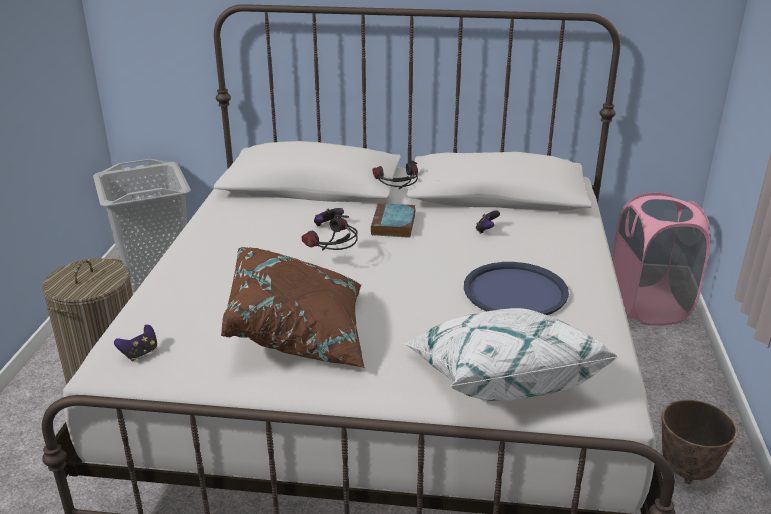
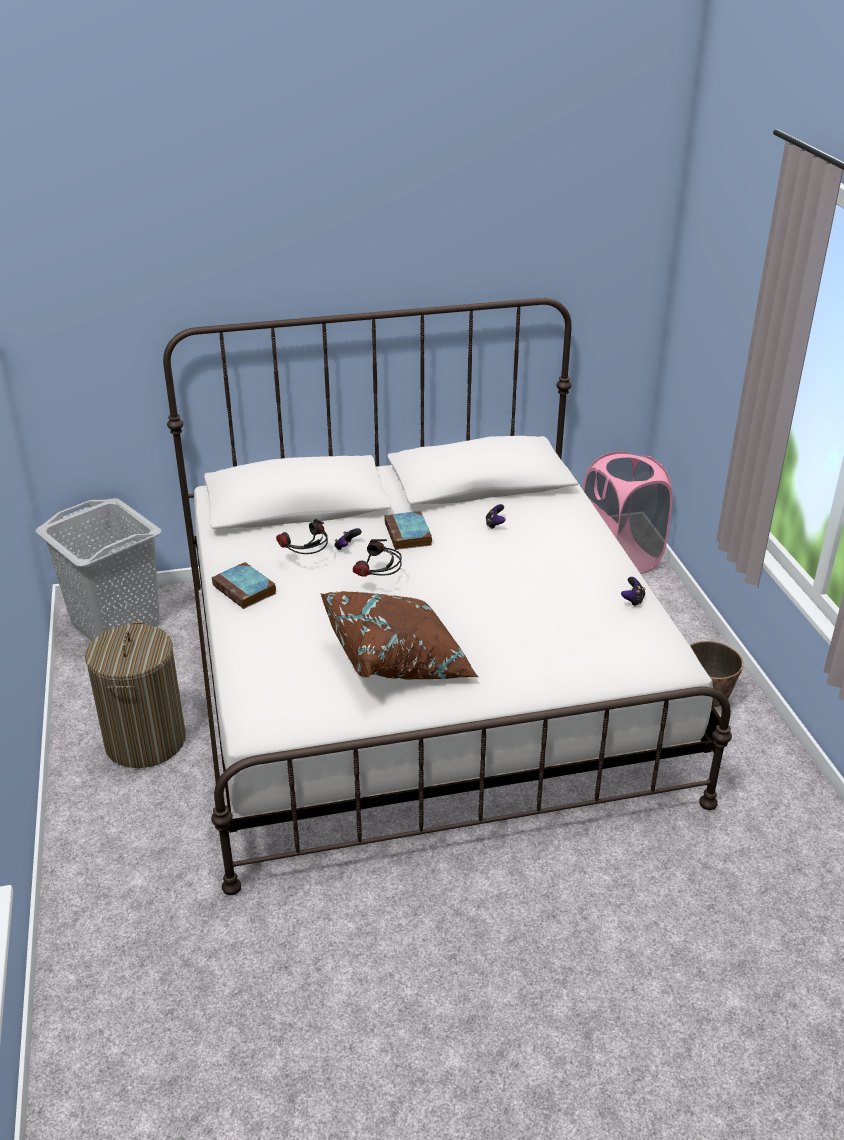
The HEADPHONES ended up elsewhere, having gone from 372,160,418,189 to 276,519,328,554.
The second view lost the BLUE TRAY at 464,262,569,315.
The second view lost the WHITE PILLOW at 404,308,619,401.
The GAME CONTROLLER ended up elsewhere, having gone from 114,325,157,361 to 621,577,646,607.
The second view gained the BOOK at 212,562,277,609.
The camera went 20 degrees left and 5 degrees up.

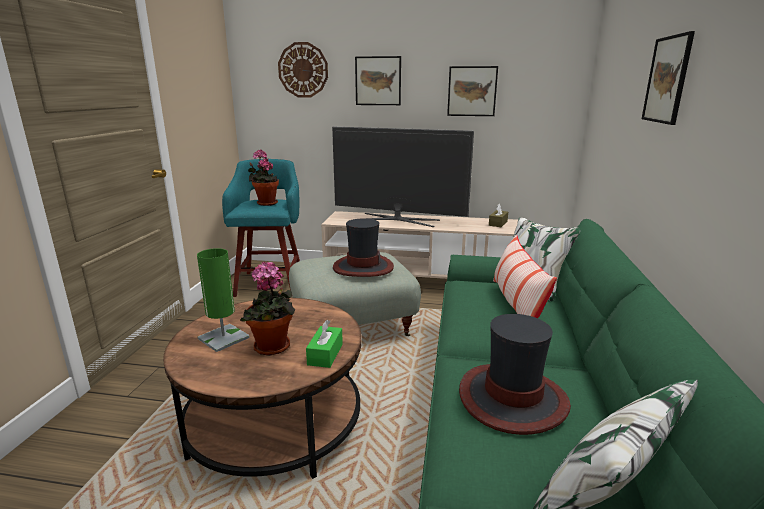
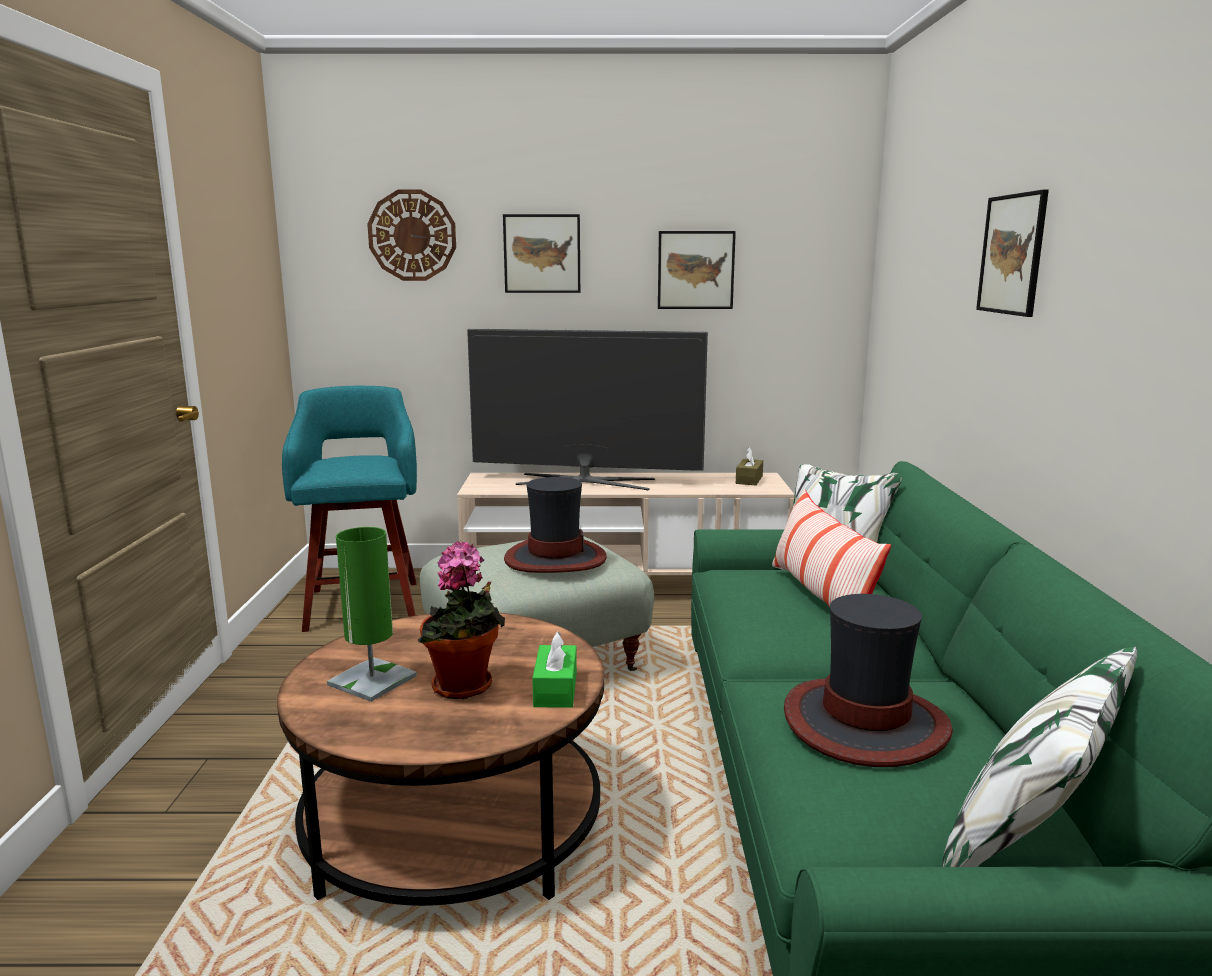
The second view lost the POTTED PLANT at 248,149,279,206.
The camera went 10 degrees left and 5 degrees down.

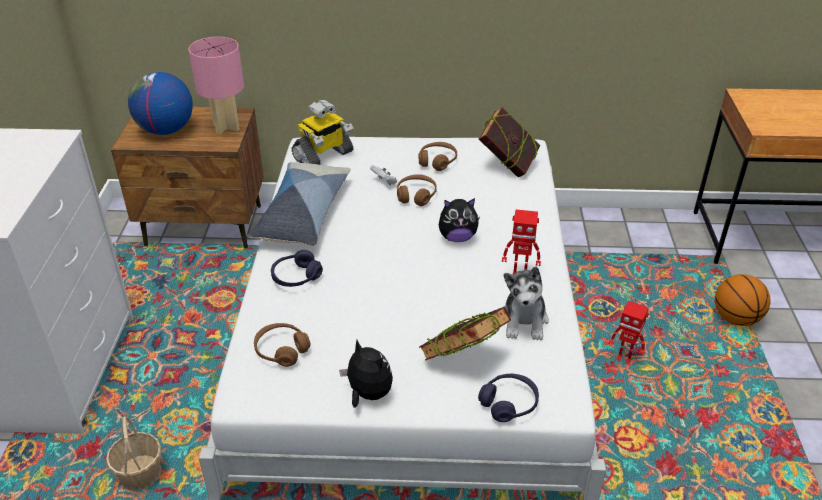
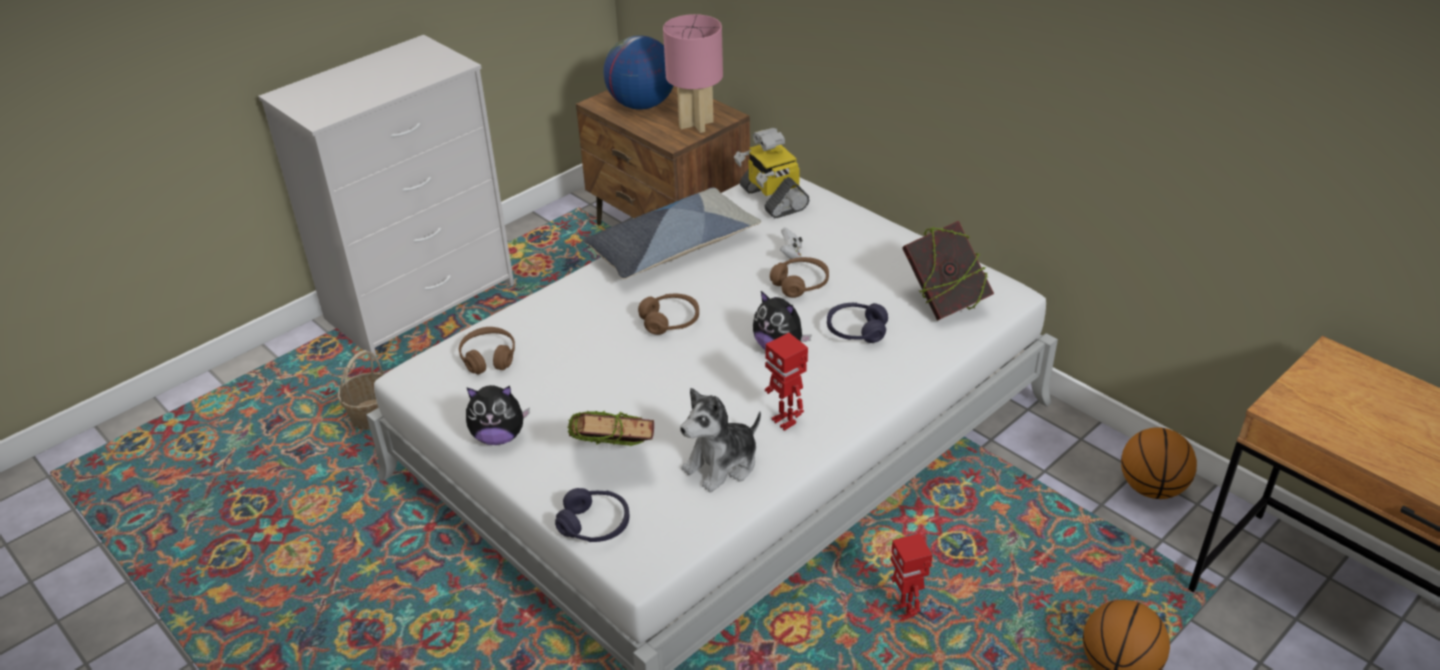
The TOY ROBOT at 291,100,354,165 ended up facing another way, 60 degrees clockwise from before.
The BROWN HEADPHONES ended up elsewhere, having gone from 419,142,457,171 to 638,294,699,335.
The PURPLE HEADPHONES ended up elsewhere, having gone from 271,250,323,287 to 827,302,888,343.
The PLUSH TOY at 339,340,393,408 ended up facing another way, 90 degrees clockwise from before.
The second view gained the BASKETBALL at 1121,427,1197,499.
The camera went 45 degrees right and 0 degrees up.

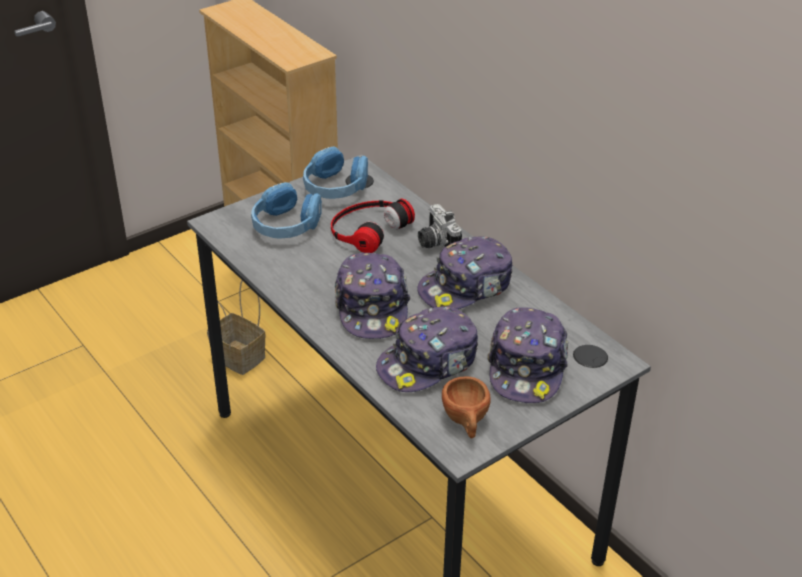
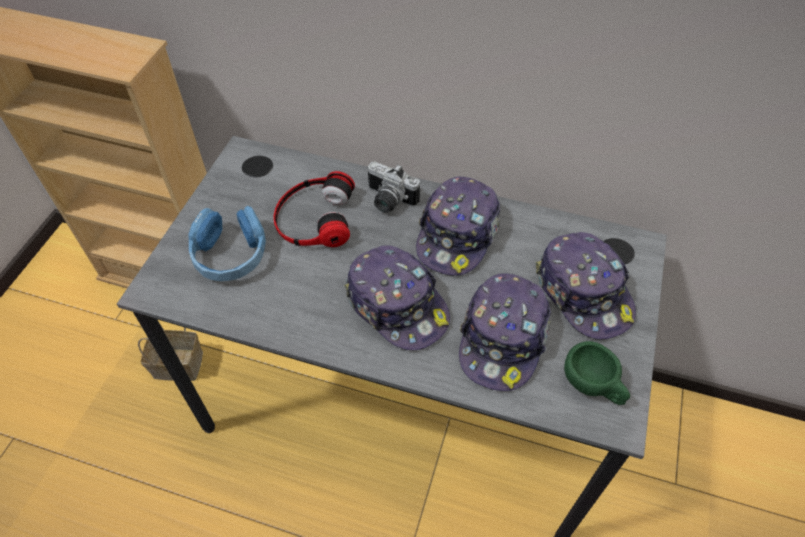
The second view lost the BLUE HEADPHONES at 303,146,368,199.
What was the BROWN CUP at 442,376,491,438 turned into the GREEN CUP at 564,341,630,405.
The camera went 35 degrees left and 15 degrees up.

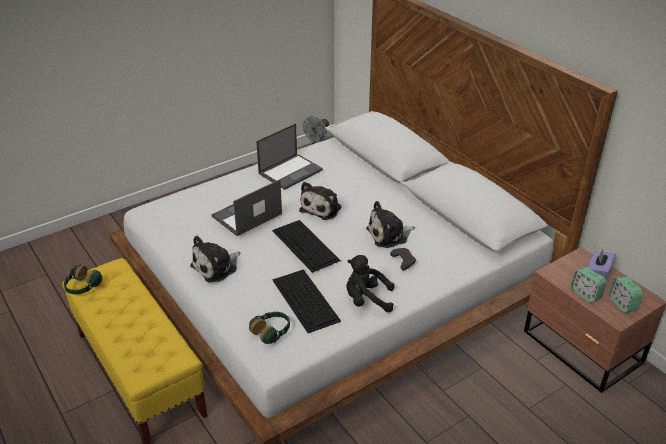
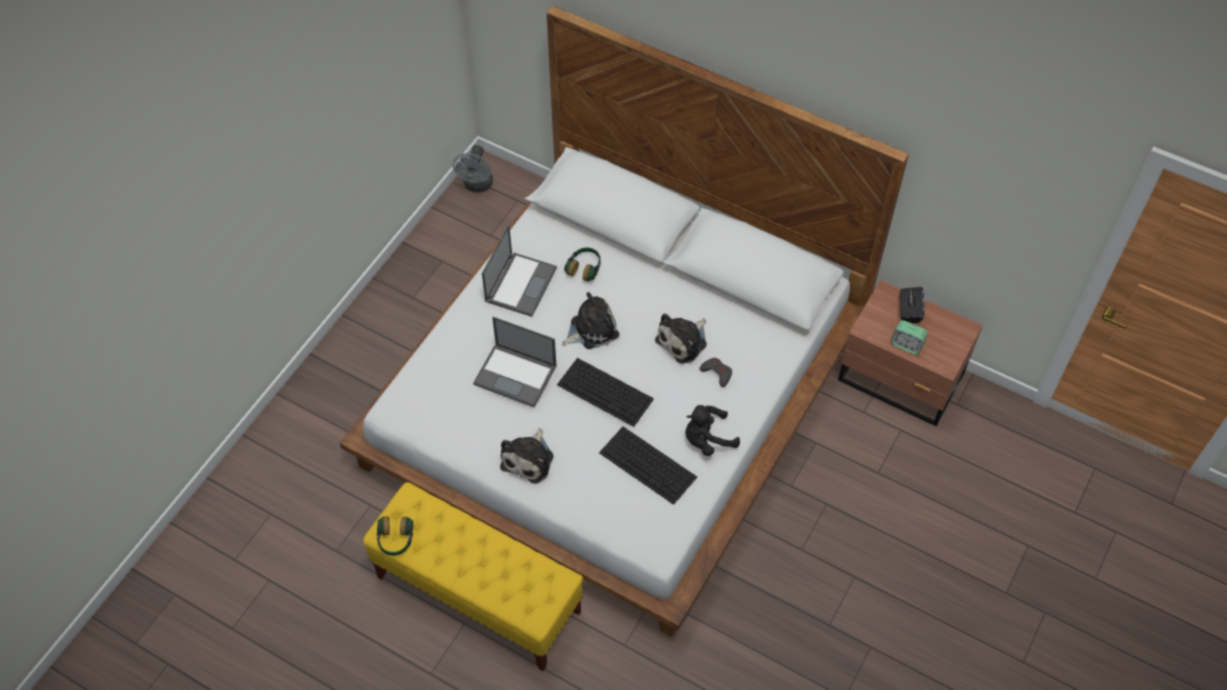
The LAPTOP at 211,179,282,236 ended up facing another way, 90 degrees counterclockwise from before.
The PLUSH TOY at 299,182,341,220 ended up facing another way, 120 degrees counterclockwise from before.
What was the PURPLE TISSUE BOX at 588,249,616,279 turned into the BLACK TISSUE BOX at 900,287,925,323.
The second view lost the ALARM CLOCK at 609,276,643,313.
The HEADPHONES ended up elsewhere, having gone from 249,312,290,344 to 564,247,601,281.
The camera went 25 degrees left and 20 degrees up.

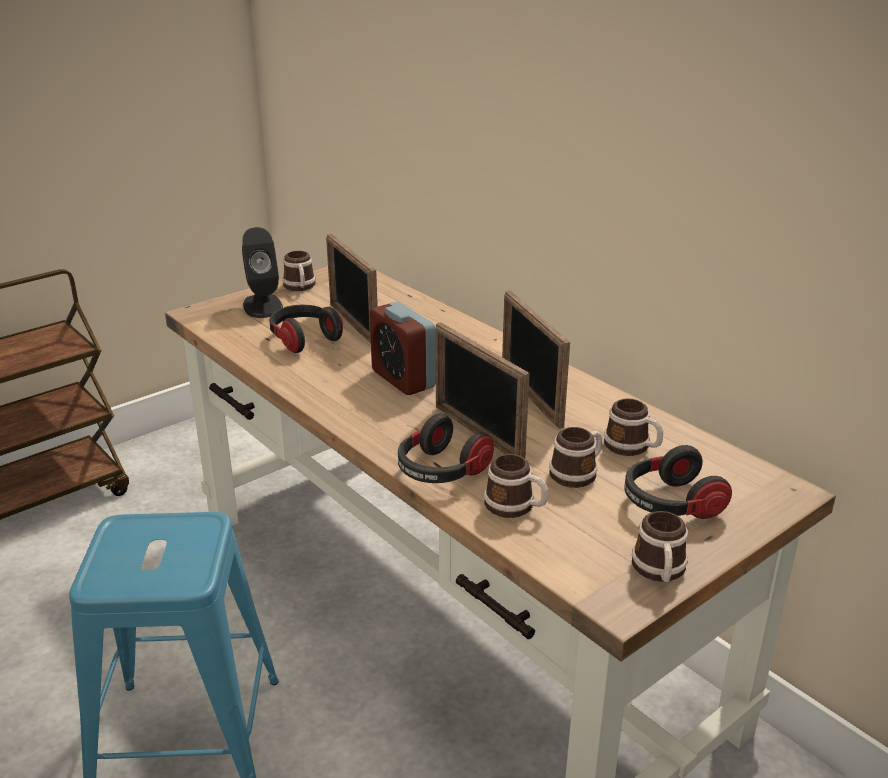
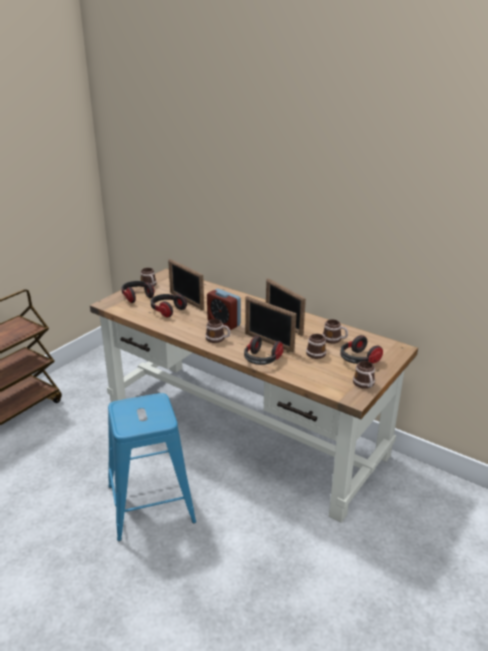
Where the BLACK SPEAKER stood at 242,227,283,318, the HEADPHONES came to stand at 121,281,155,303.
The MUG ended up elsewhere, having gone from 484,454,548,518 to 205,319,230,343.
The camera went 15 degrees left and 0 degrees up.

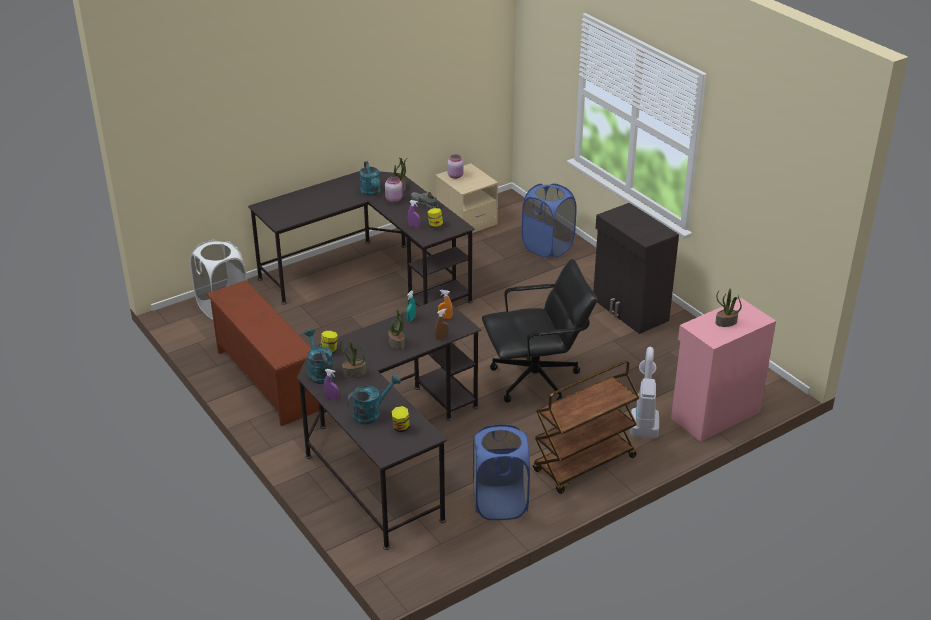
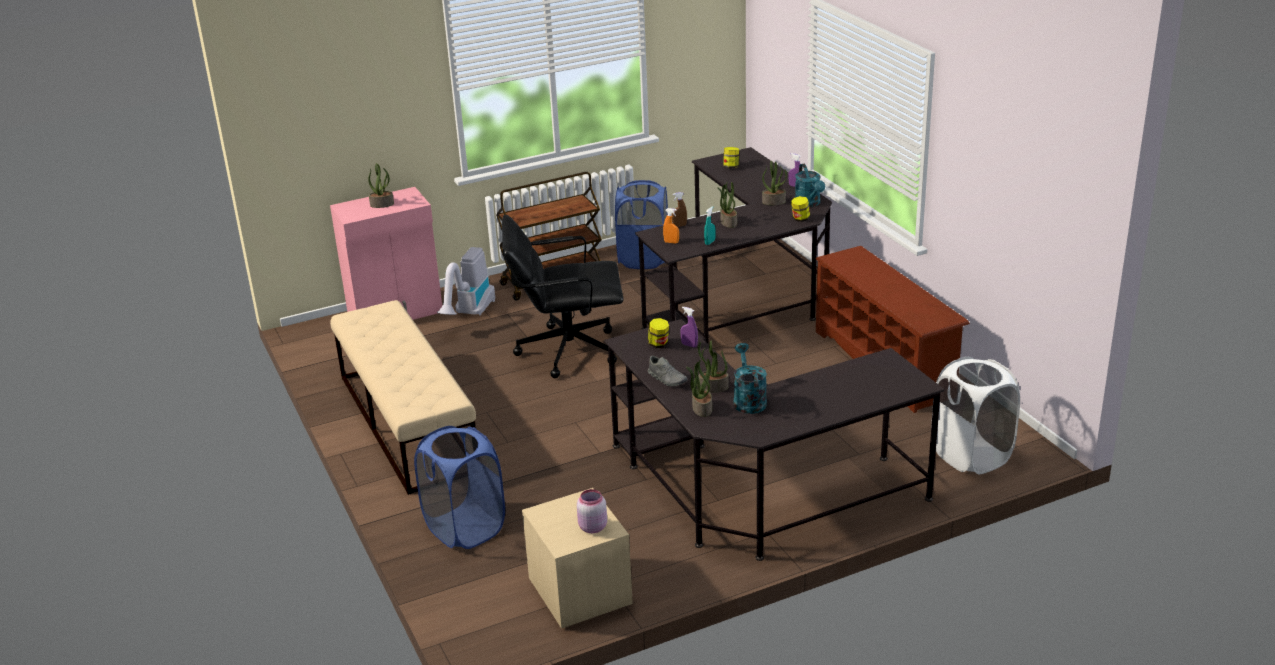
Where the PINK JAR stood at 385,176,403,202, the POTTED PLANT came to stand at 698,341,729,393.
Where the BLACK CABINET stood at 593,203,679,334, the BEIGE BENCH came to stand at 330,300,476,495.
The second view lost the TURQUOISE WATERING CAN at 346,374,401,425.
The camera went 170 degrees left and 5 degrees down.

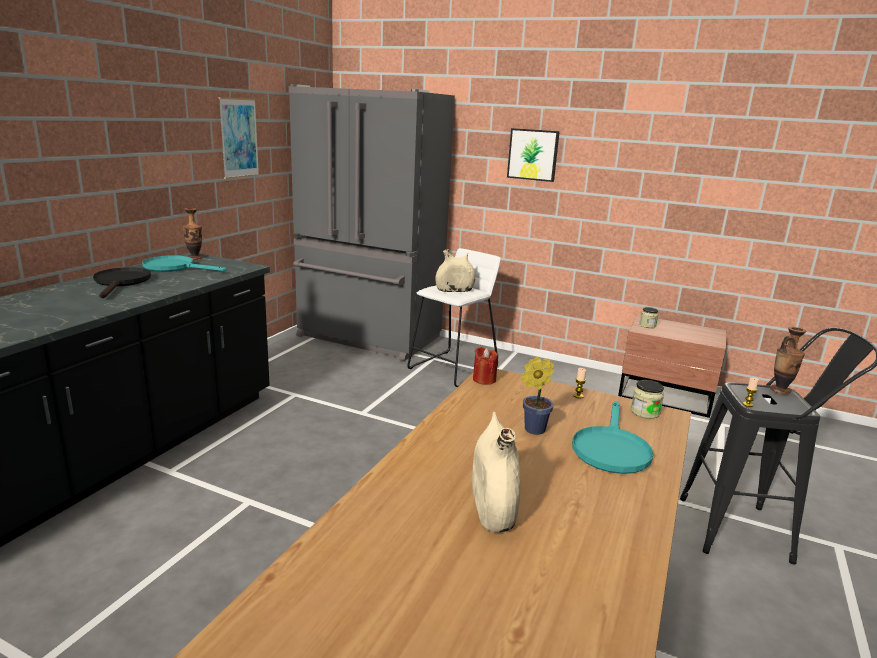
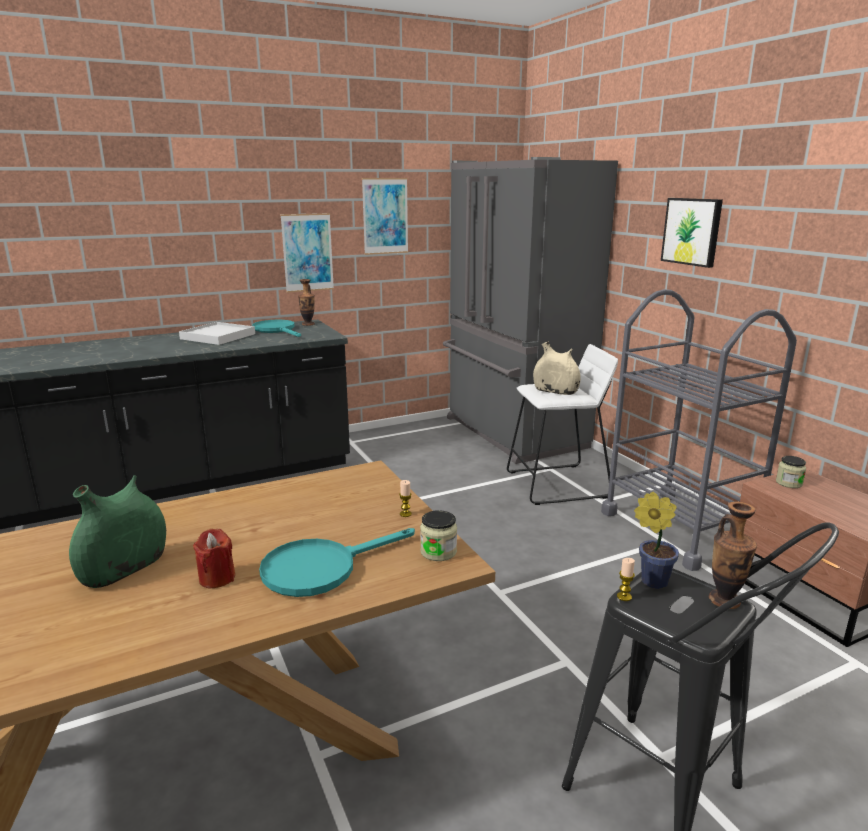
Where the BLACK FRYING PAN stood at 93,267,151,298, the WHITE TRAY came to stand at 179,322,255,345.
The RED CANDLE ended up elsewhere, having gone from 473,347,498,385 to 193,529,235,588.
The POTTED PLANT ended up elsewhere, having gone from 521,357,554,435 to 634,492,679,589.
What was the BEIGE VASE at 472,412,521,532 turned into the GREEN VASE at 69,475,166,588.
The second view gained the PICTURE at 280,213,334,293.
The second view gained the GREY CART at 601,289,797,571.
The camera went 40 degrees right and 0 degrees up.

